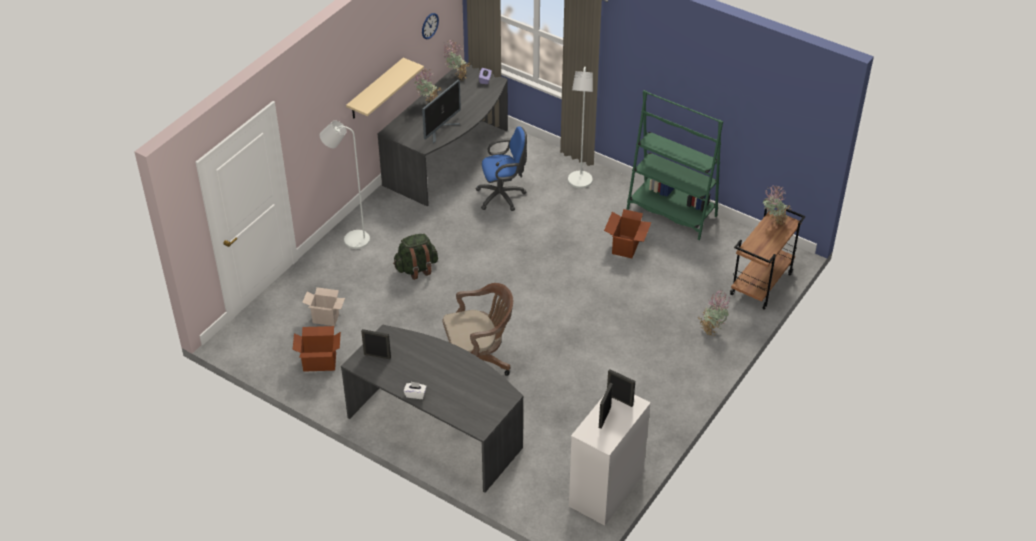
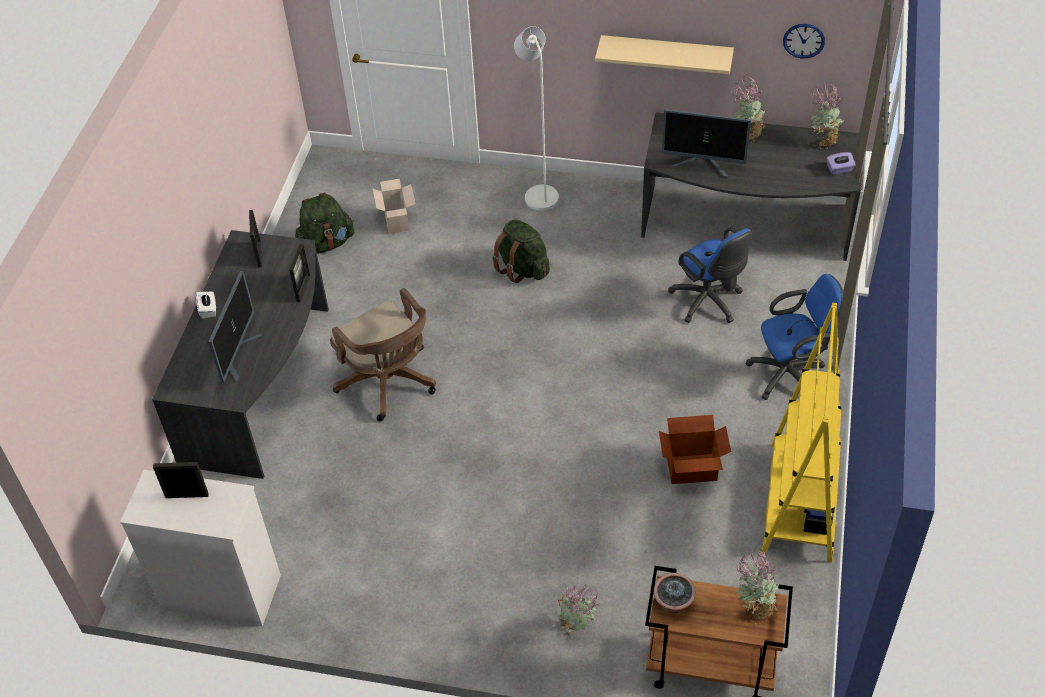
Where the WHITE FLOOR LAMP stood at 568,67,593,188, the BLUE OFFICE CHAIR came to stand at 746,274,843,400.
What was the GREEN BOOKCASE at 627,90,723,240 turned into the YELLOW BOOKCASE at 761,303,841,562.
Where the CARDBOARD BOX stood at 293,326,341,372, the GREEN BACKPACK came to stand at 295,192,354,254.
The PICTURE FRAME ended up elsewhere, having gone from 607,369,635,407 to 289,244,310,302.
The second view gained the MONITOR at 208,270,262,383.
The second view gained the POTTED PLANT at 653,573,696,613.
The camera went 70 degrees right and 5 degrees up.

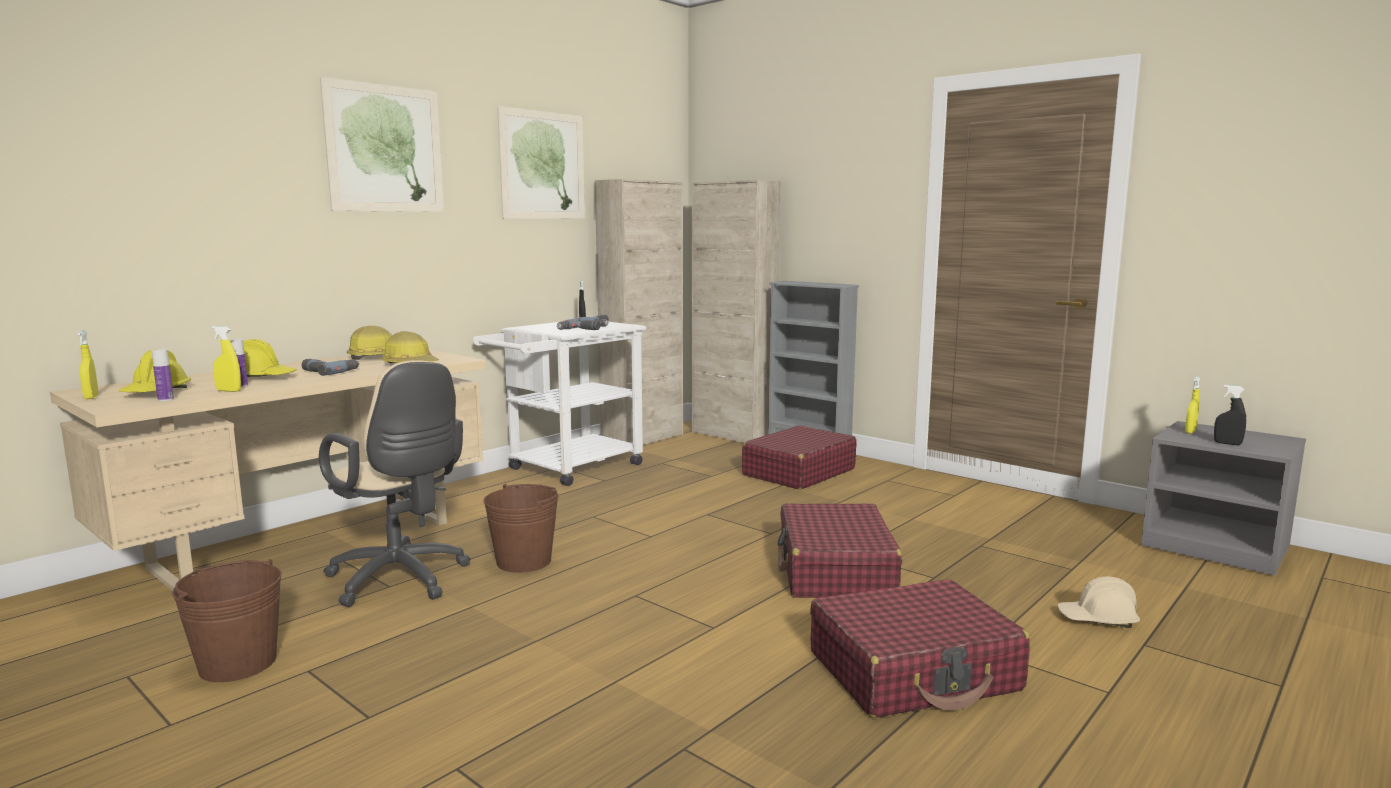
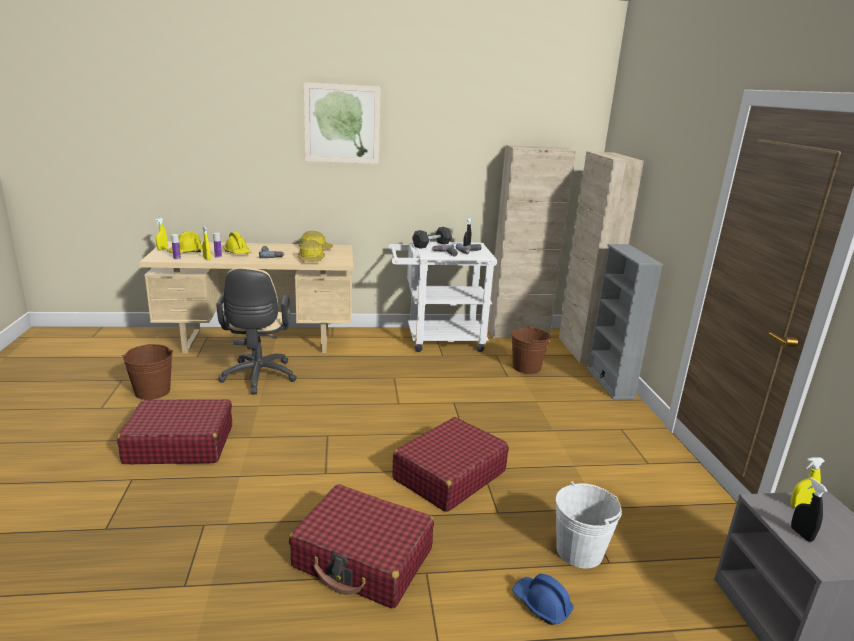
The second view lost the PICTURE at 497,106,585,219.
The RED SUITCASE ended up elsewhere, having gone from 742,425,857,490 to 117,399,232,464.
The BROWN BUCKET ended up elsewhere, having gone from 483,484,559,573 to 512,326,551,374.
What was the BEIGE HARD HAT at 1057,576,1140,628 turned into the BLUE HARD HAT at 512,574,573,625.
The second view gained the GREY DUMBBELL at 412,227,452,249.
The second view gained the WHITE BUCKET at 556,481,622,568.
The camera went 40 degrees right and 10 degrees up.

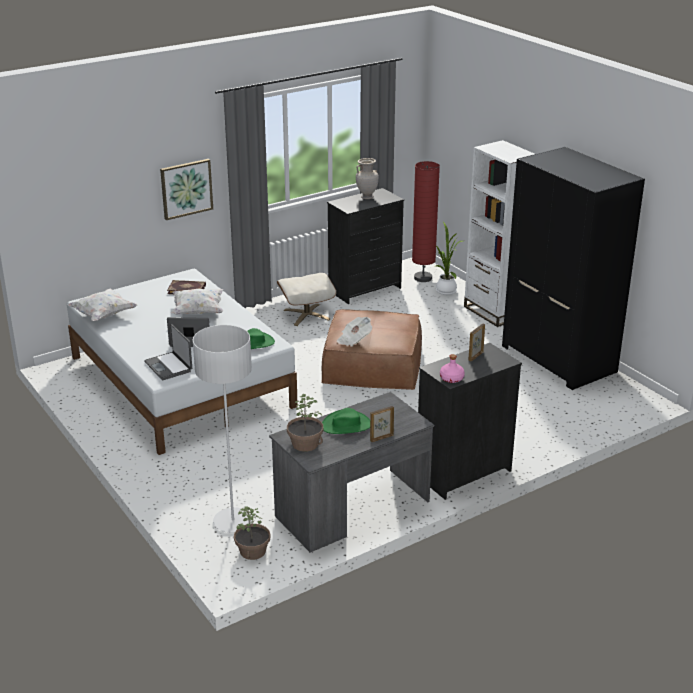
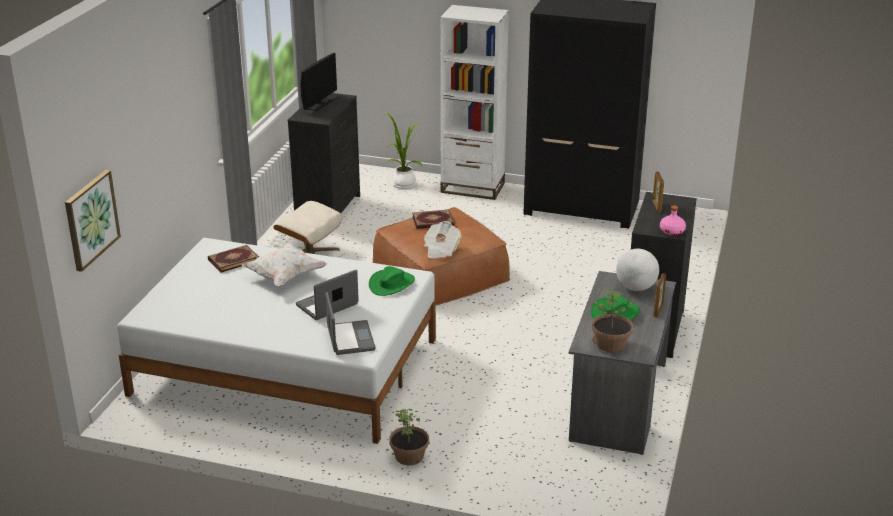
Where the BEIGE VASE stood at 356,158,379,199, the MONITOR came to stand at 300,53,337,111.
The PICTURE ended up elsewhere, having gone from 160,159,213,220 to 65,170,121,272.
The second view lost the RED FLOOR LAMP at 412,161,440,282.
The second view lost the WHITE PILLOW at 68,289,138,321.
The LAPTOP at 144,324,192,380 ended up facing another way, 120 degrees counterclockwise from before.
The second view lost the GREY FLOOR LAMP at 193,325,253,533.
The POTTED PLANT ended up elsewhere, having gone from 234,506,271,560 to 389,409,429,465.
The second view gained the BOOK at 412,209,454,229.
The second view gained the GLOBE at 616,249,659,291.
The camera went 40 degrees left and 0 degrees up.

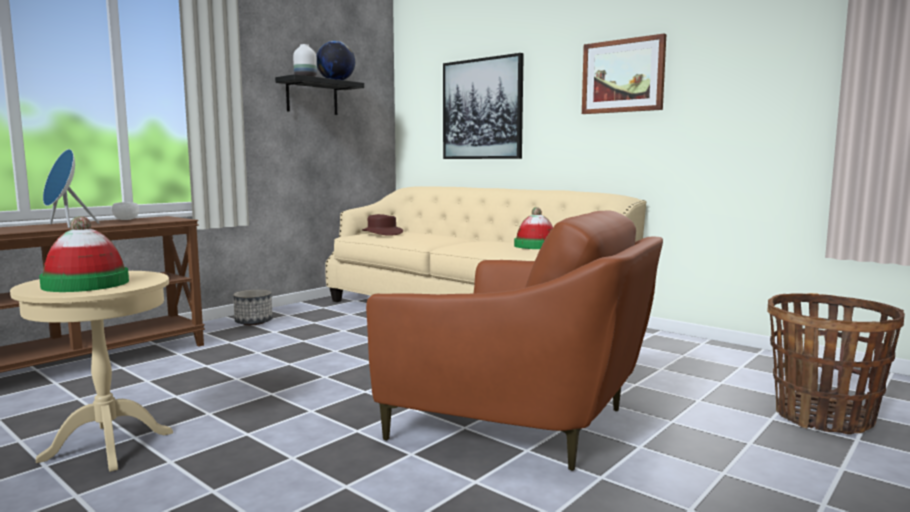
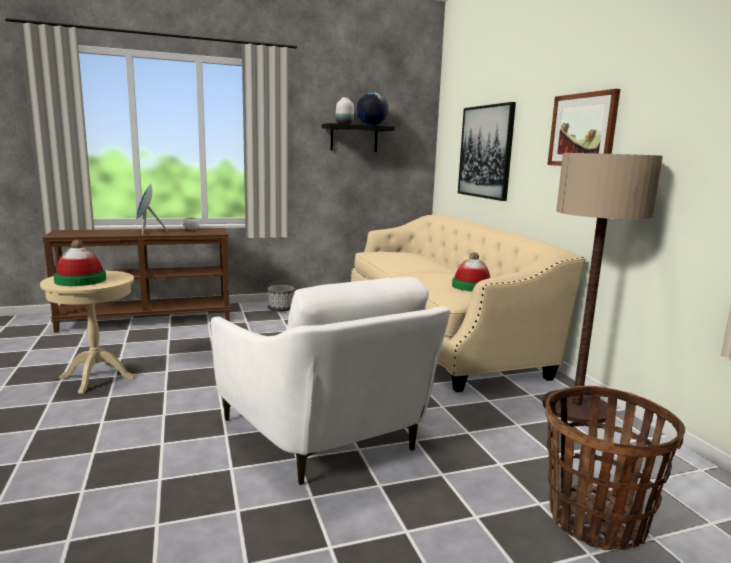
What was the BROWN ARMCHAIR at 366,210,663,471 turned into the WHITE ARMCHAIR at 211,277,451,485.
The second view lost the BROWN HAT at 362,214,403,236.
The second view gained the FLOOR LAMP at 543,153,663,423.
The camera went 30 degrees right and 5 degrees up.

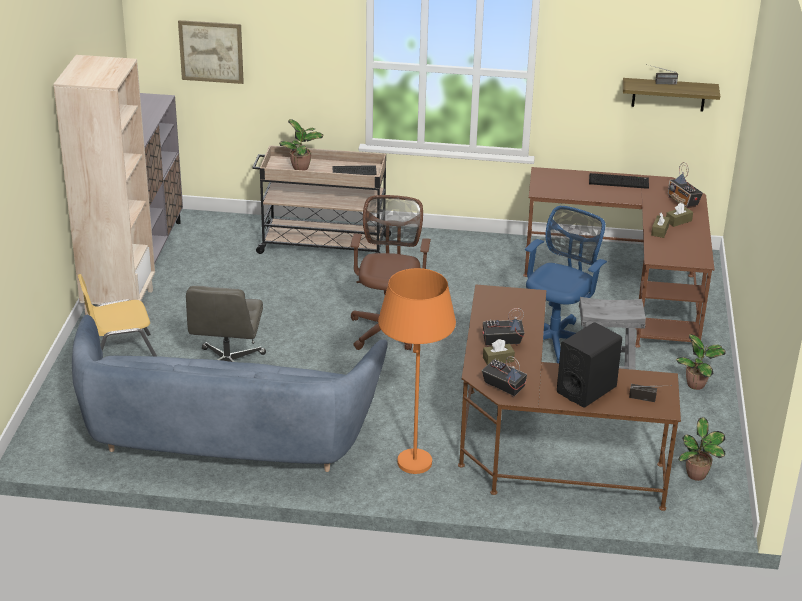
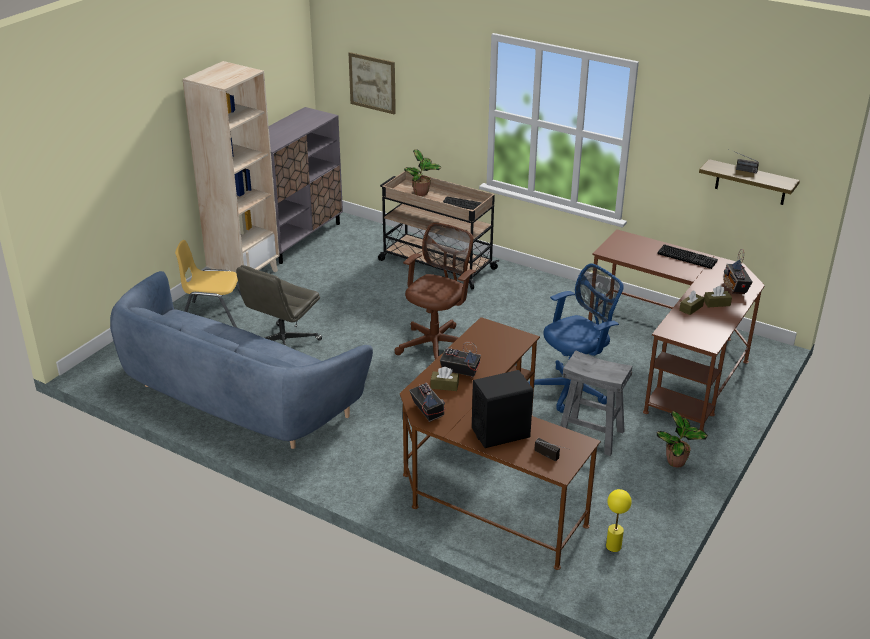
The second view lost the ORANGE FLOOR LAMP at 378,268,456,474.
Where the POTTED PLANT stood at 678,417,725,481, the YELLOW TABLE LAMP came to stand at 606,489,632,552.
The camera went 25 degrees right and 0 degrees up.

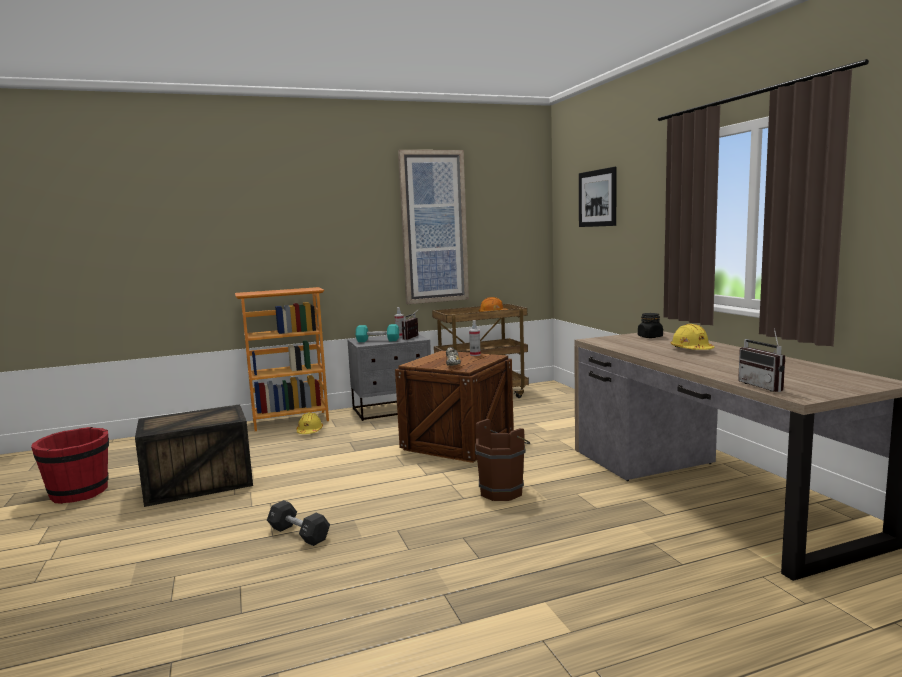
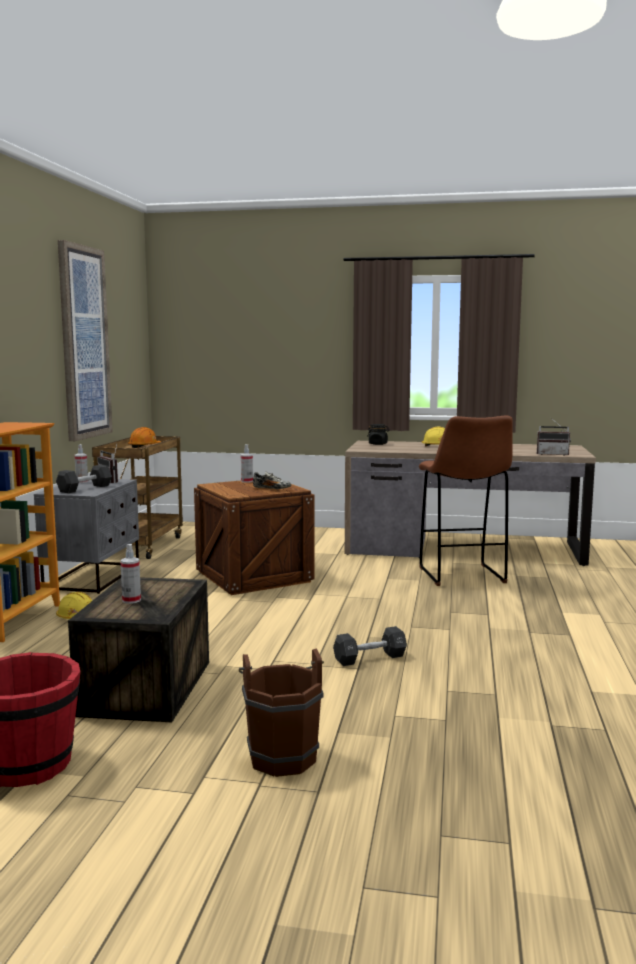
The second view lost the PICTURE at 579,167,617,227.
What was the TURQUOISE DUMBBELL at 356,324,399,342 turned into the BLACK DUMBBELL at 56,465,112,493.
The BROWN BUCKET ended up elsewhere, having gone from 475,419,530,501 to 239,649,324,777.
The second view gained the BROWN STOOL at 419,416,513,586.
The second view gained the SPRAY BOTTLE at 120,544,141,604.
The camera went 60 degrees left and 0 degrees up.

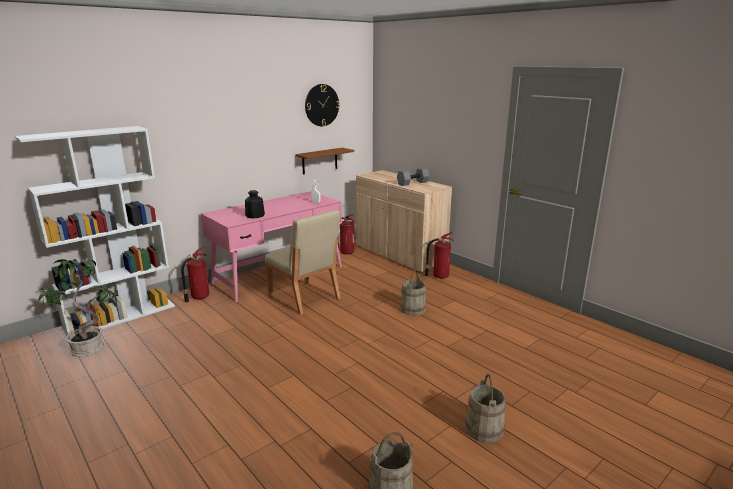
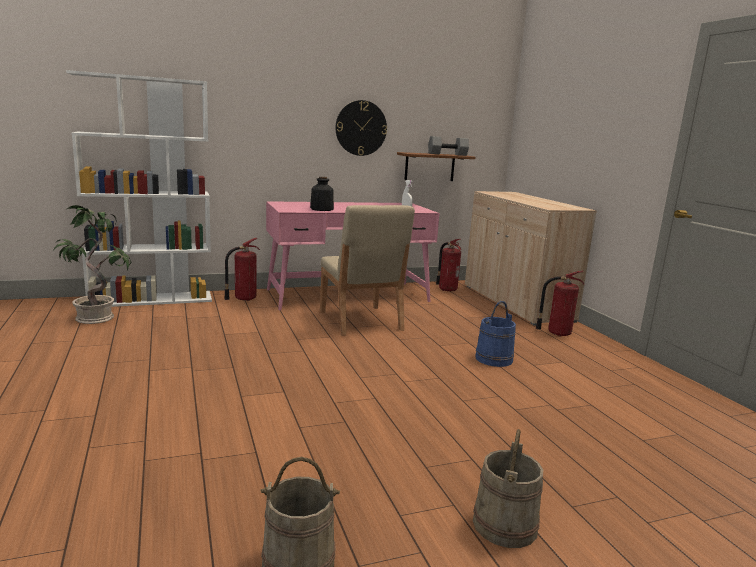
The WALL CLOCK ended up elsewhere, having gone from 305,84,340,126 to 335,100,387,156.
The GREY DUMBBELL ended up elsewhere, having gone from 397,168,430,186 to 428,136,469,156.
What was the BEIGE BUCKET at 400,270,426,315 turned into the BLUE BUCKET at 475,301,516,367.
The camera went 20 degrees right and 5 degrees down.

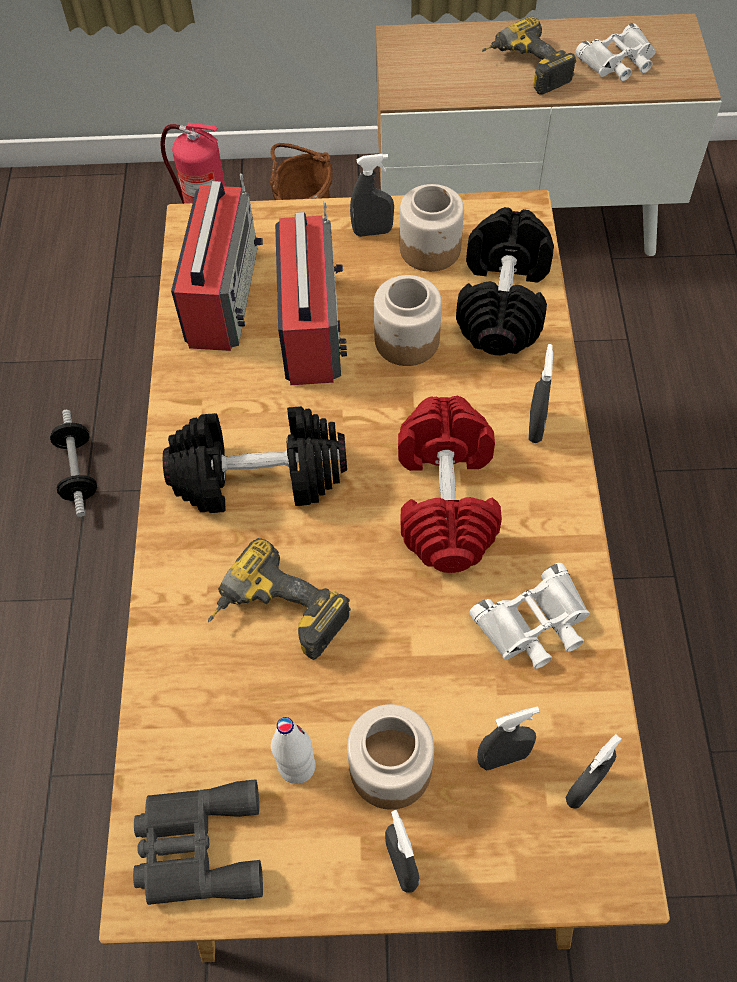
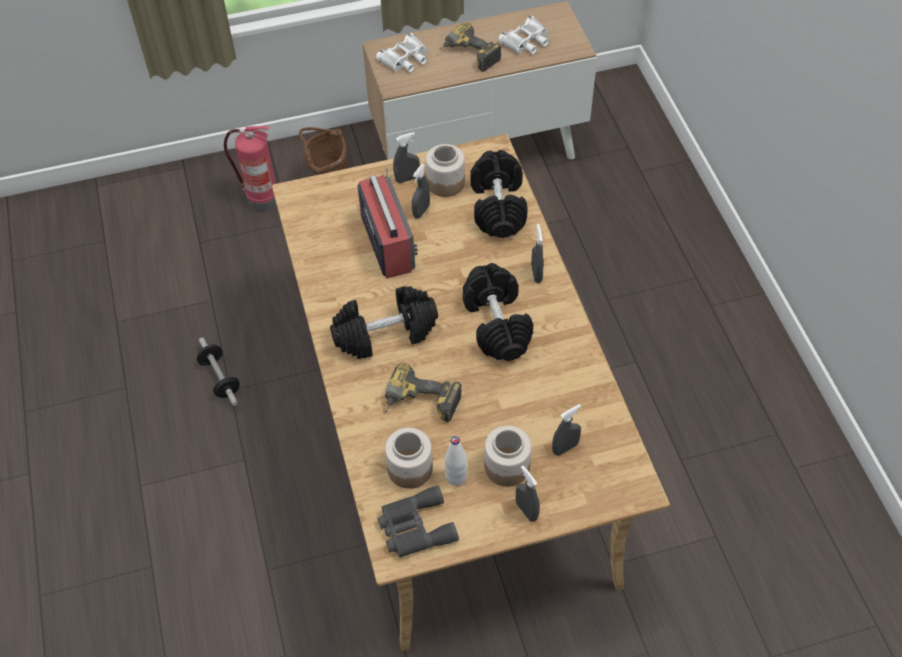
The second view lost the RADIO at 171,174,263,351.
The JAR ended up elsewhere, having gone from 374,275,442,366 to 385,428,433,489.
What was the RED DUMBBELL at 398,396,502,573 turned into the BLACK DUMBBELL at 463,263,533,361.
The WHITE BINOCULARS ended up elsewhere, having gone from 469,563,590,669 to 376,33,428,72.
The GREY SPRAY BOTTLE ended up elsewhere, having gone from 565,734,622,809 to 412,164,430,219.
The camera went 15 degrees left and 5 degrees down.

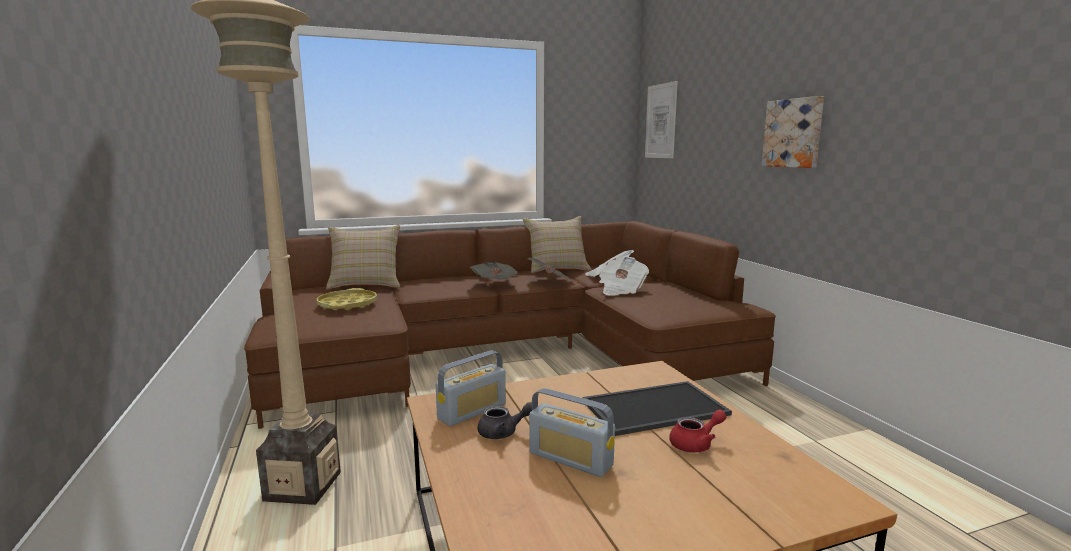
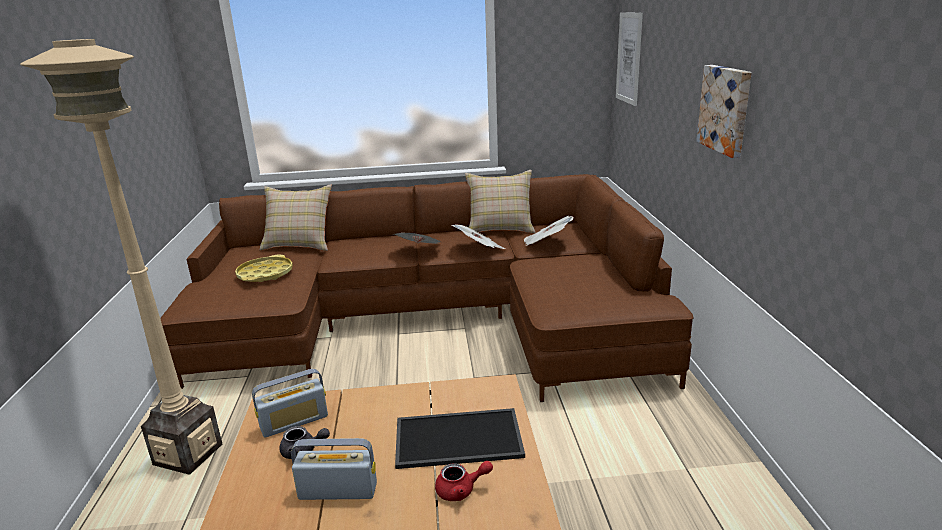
The second view lost the NEWSPAPER at 599,257,649,296.
The RADIO at 529,388,615,477 ended up facing another way, 135 degrees clockwise from before.
The camera went 15 degrees right and 10 degrees up.

